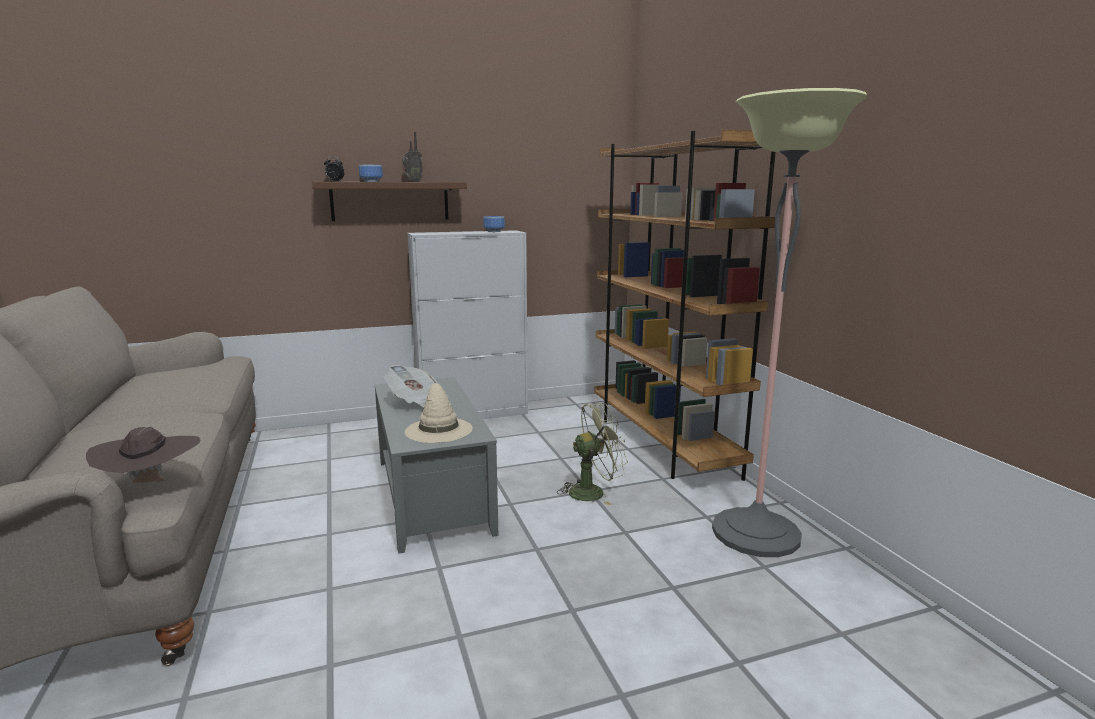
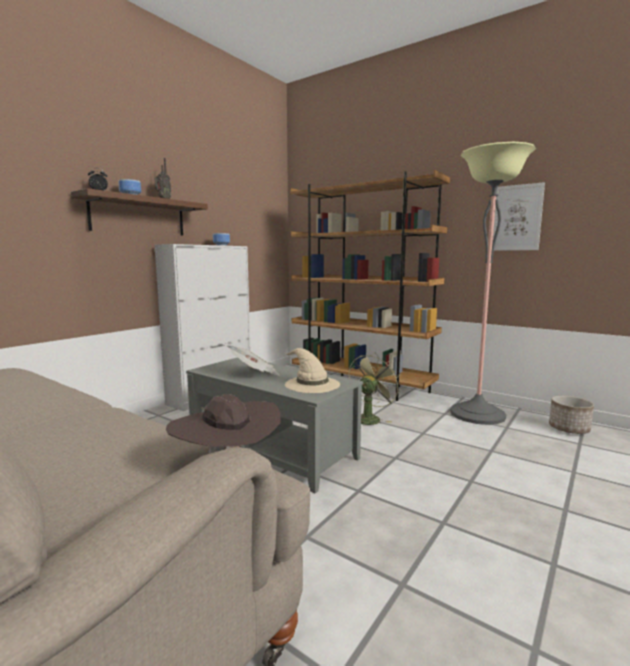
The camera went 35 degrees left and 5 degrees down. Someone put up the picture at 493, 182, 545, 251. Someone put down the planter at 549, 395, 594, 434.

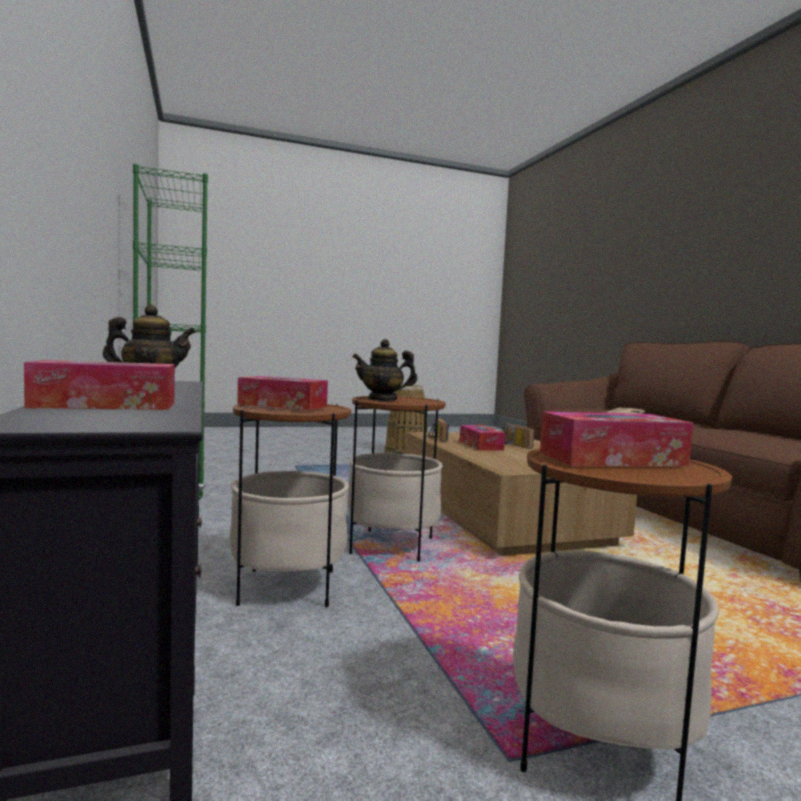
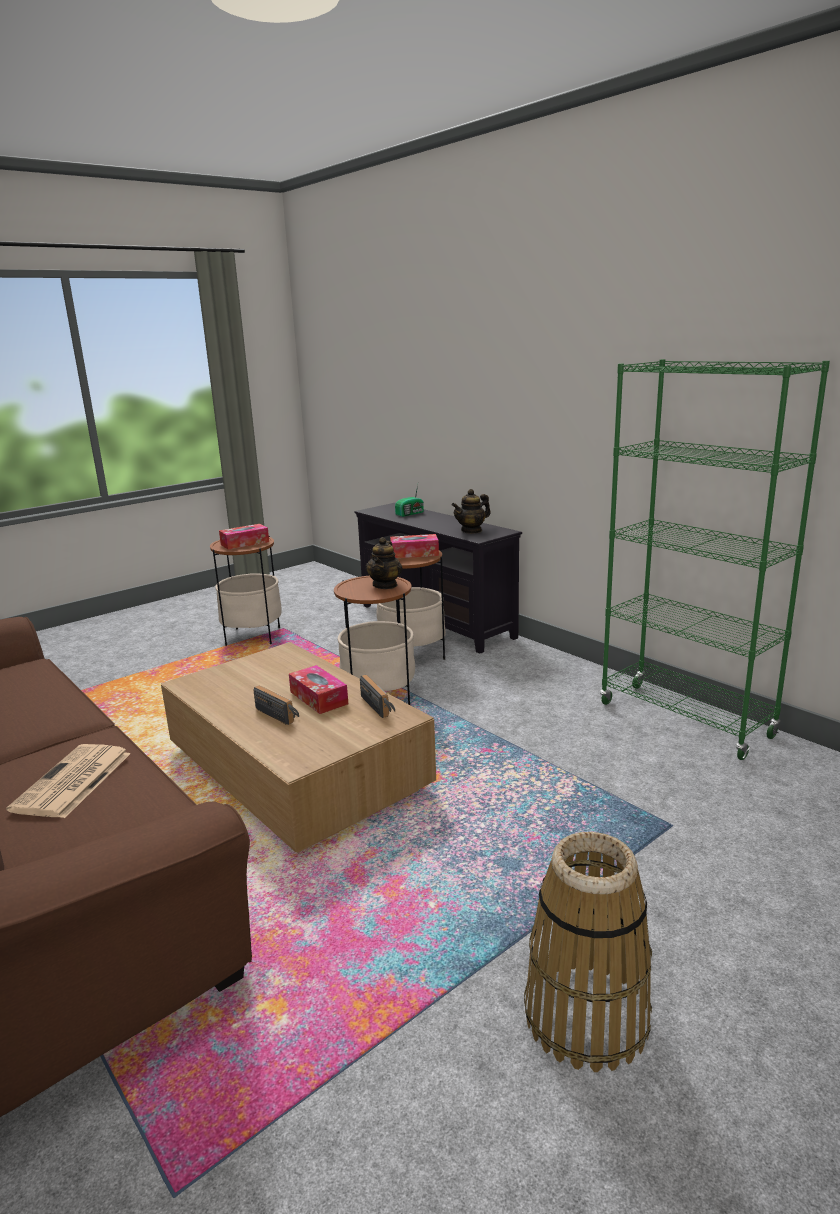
The camera went 160 degrees right and 15 degrees up. Someone rotated the teapot at 352, 339, 417, 401 by 120 degrees clockwise. Someone swapped the tissue box at 24, 360, 175, 410 for the radio at 395, 485, 424, 517.

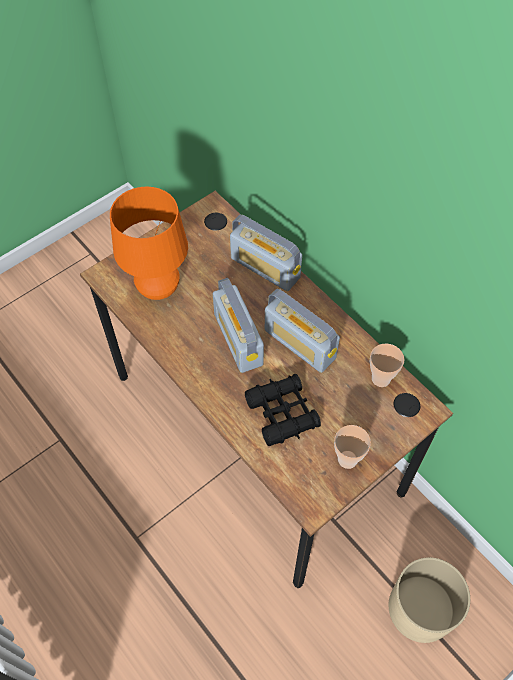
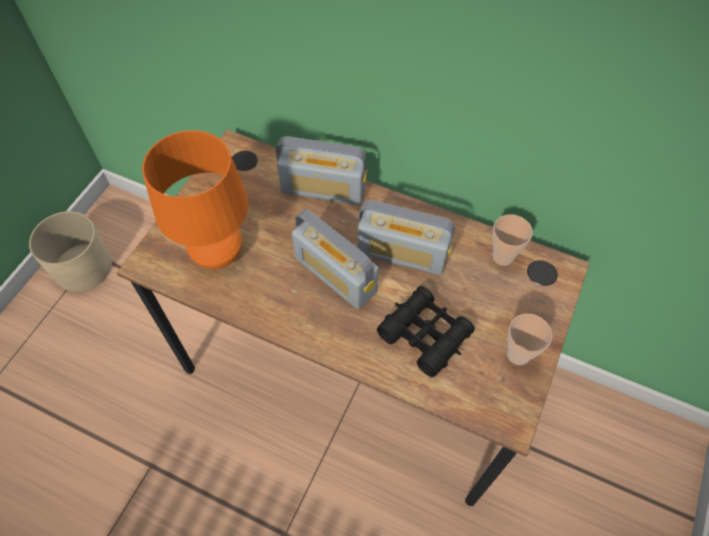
The camera went 25 degrees left and 0 degrees up. Someone carried the planter (beige) from 389, 557, 470, 643 to 29, 211, 112, 292.

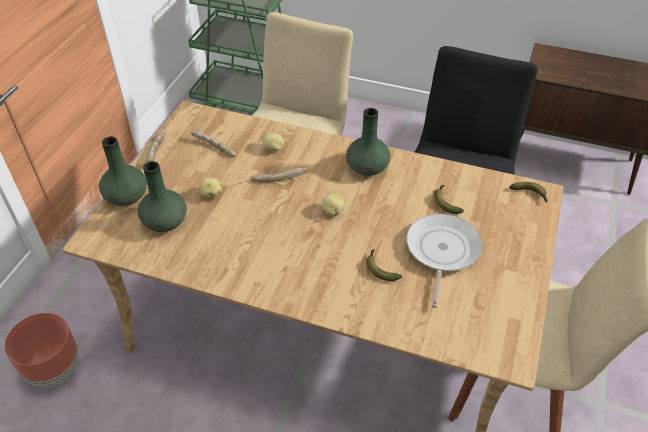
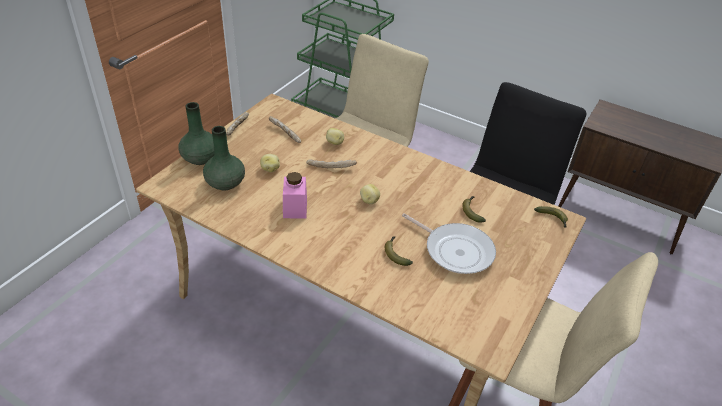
The camera went 10 degrees right and 5 degrees down. Someone put down the jar (pink) at 283, 172, 307, 218. Someone rotated the frying pan at 406, 214, 482, 308 by 105 degrees clockwise. Someone took away the planter (brown) at 4, 313, 79, 388. Someone took away the vase (green) at 346, 108, 390, 176.

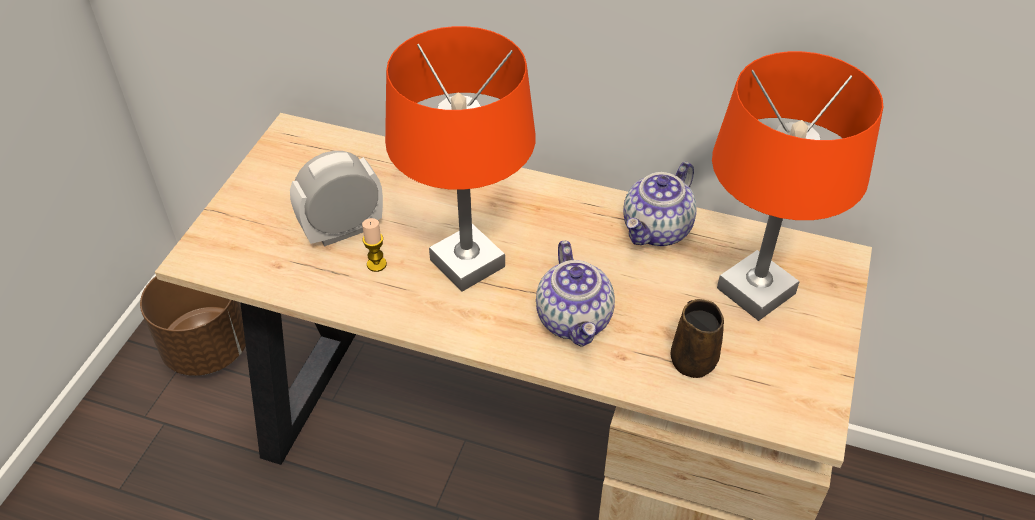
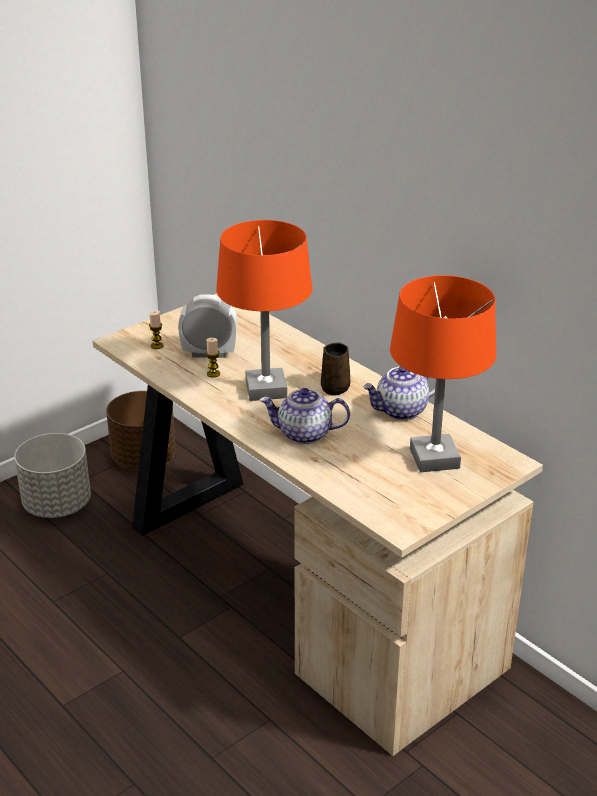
The camera went 30 degrees right and 15 degrees down. Someone put down the planter (grey) at 14, 433, 91, 518. Someone put down the candle at 149, 310, 164, 349. Someone rotated the teapot at 536, 240, 615, 347 by 75 degrees clockwise. Someone carried the mug (brown) from 670, 299, 724, 378 to 321, 343, 350, 396.

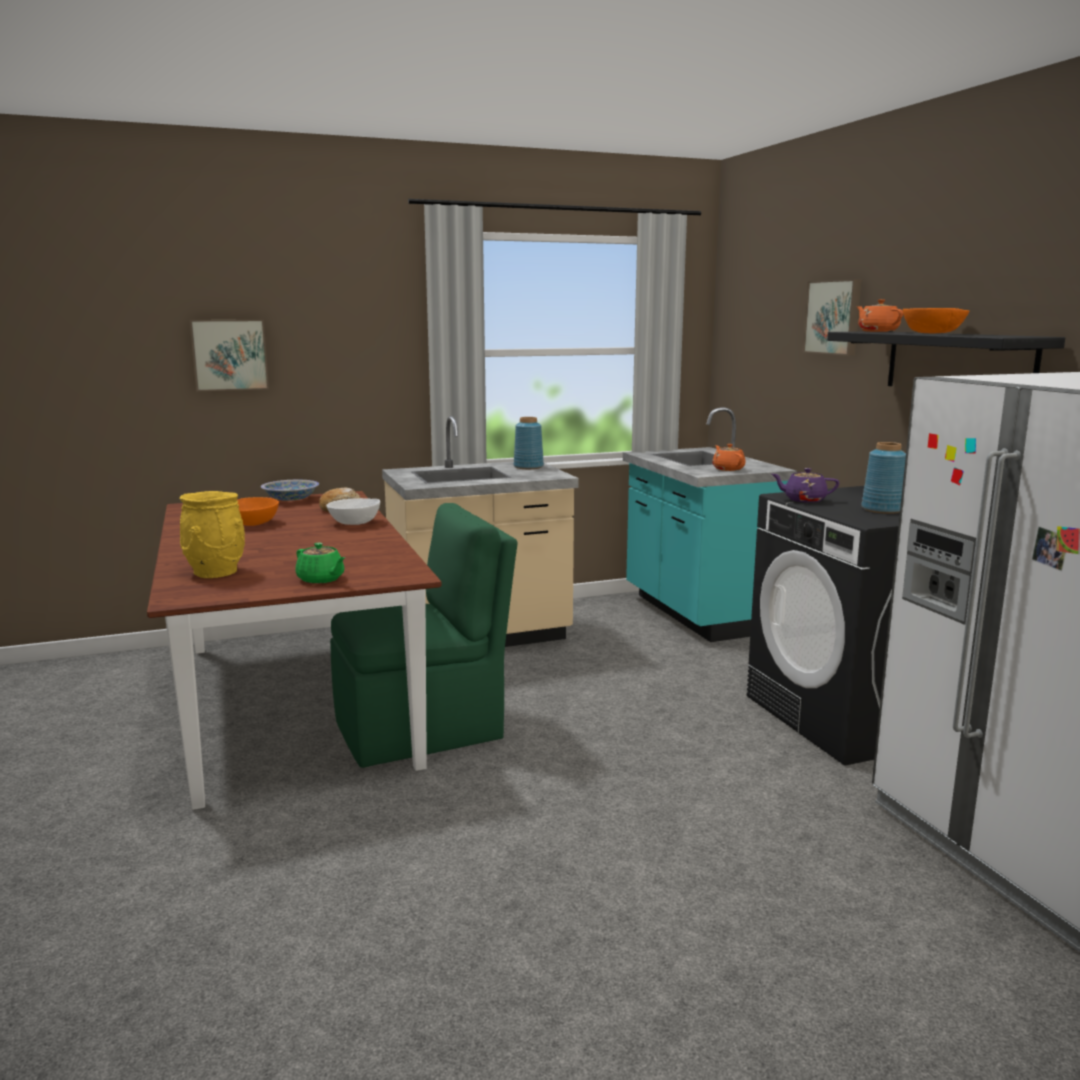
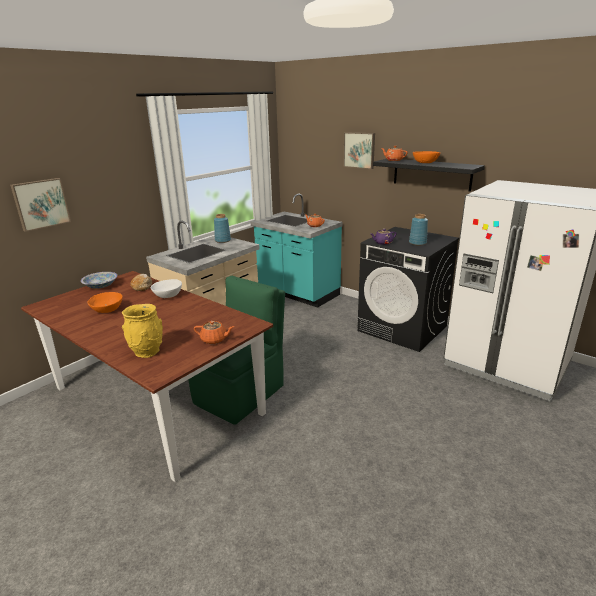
The camera went 30 degrees left and 10 degrees up. Someone repainted the teapot (green) at 296, 543, 345, 584, which became the teapot (orange) at 194, 321, 234, 344.

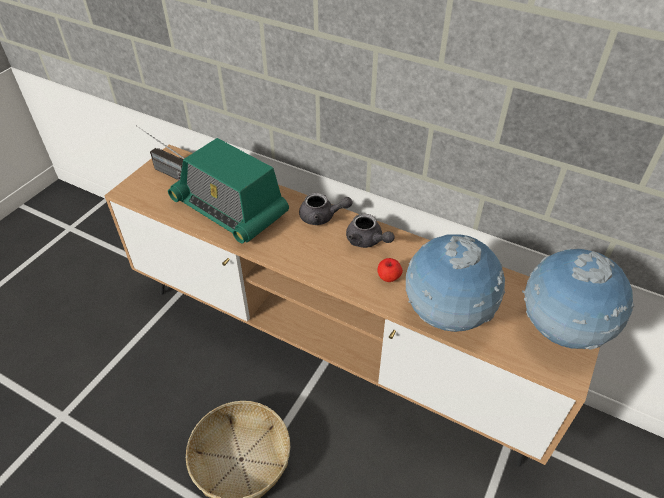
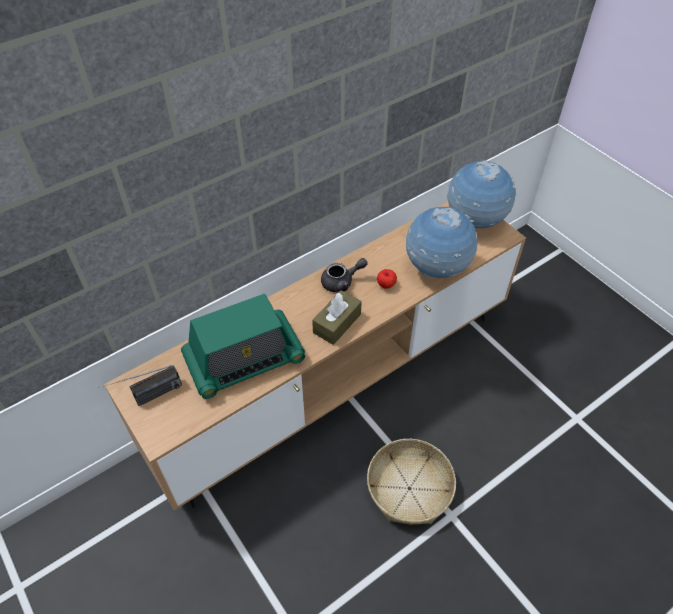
The camera went 65 degrees left and 5 degrees up. Someone put down the tissue box (brown) at 312, 290, 362, 345. Someone took away the teapot (grey) at 299, 193, 352, 225.

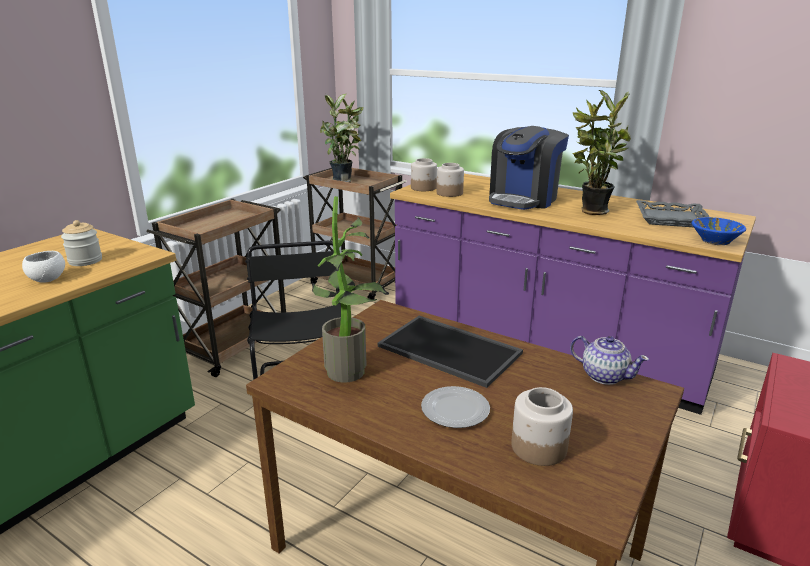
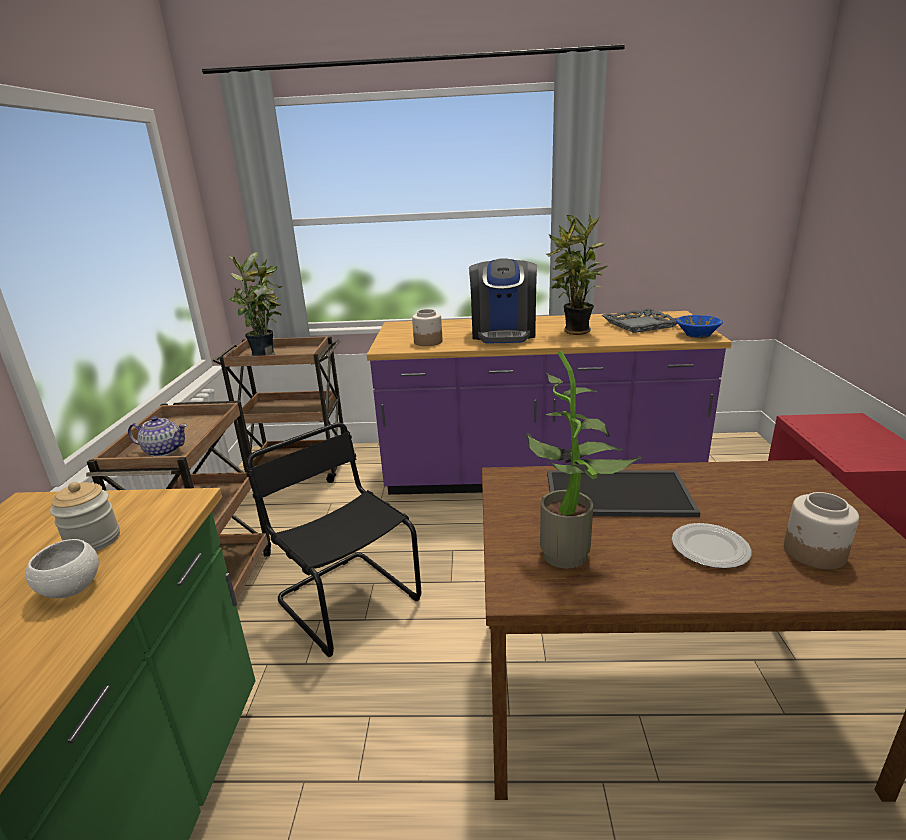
The camera went 30 degrees left and 0 degrees up. Someone carried the teapot from 570, 336, 649, 385 to 128, 416, 187, 457. Someone took away the jar at 411, 158, 437, 191.

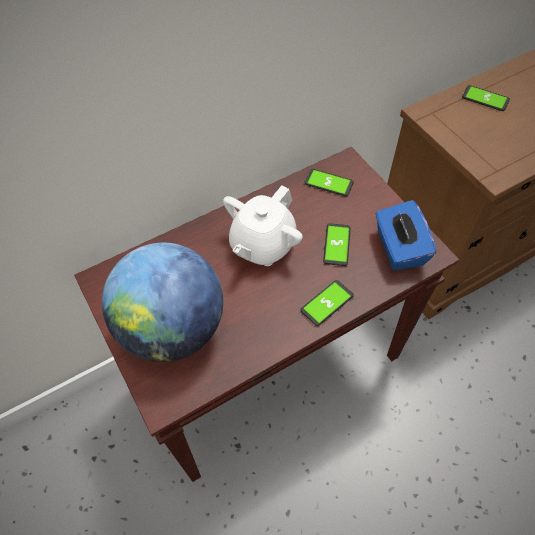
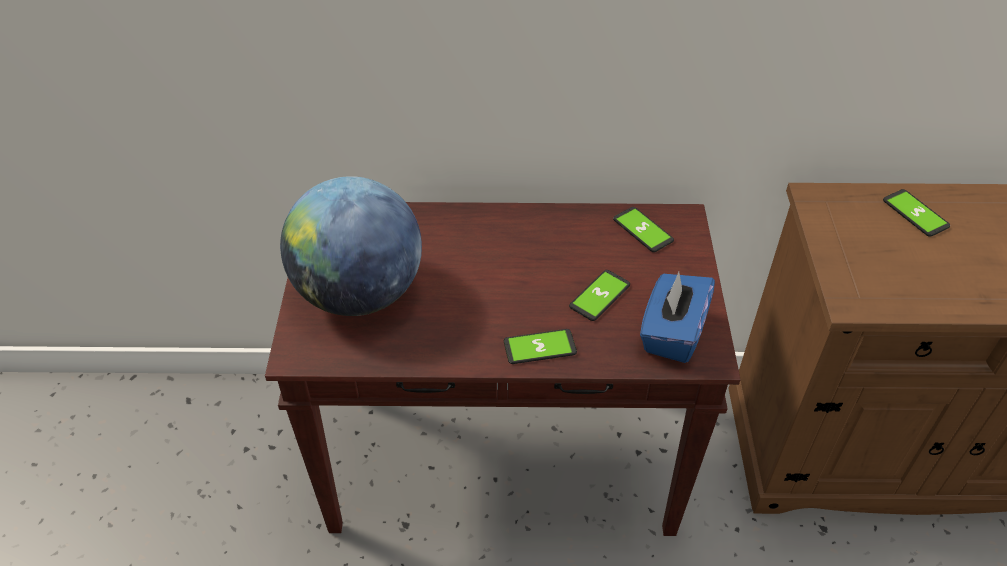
The camera went 30 degrees right and 10 degrees down. Someone took away the teapot (white) at 223, 185, 303, 266.

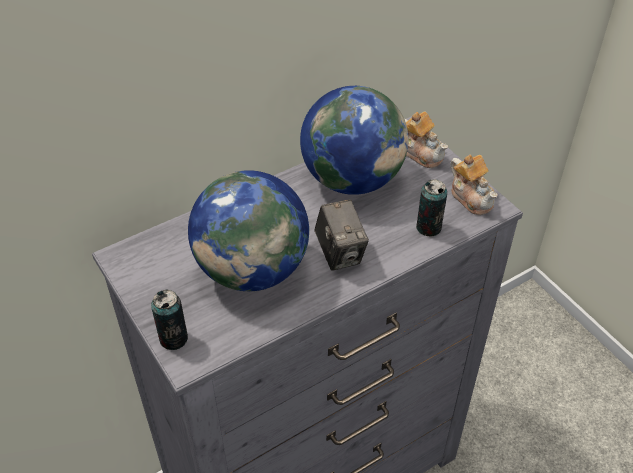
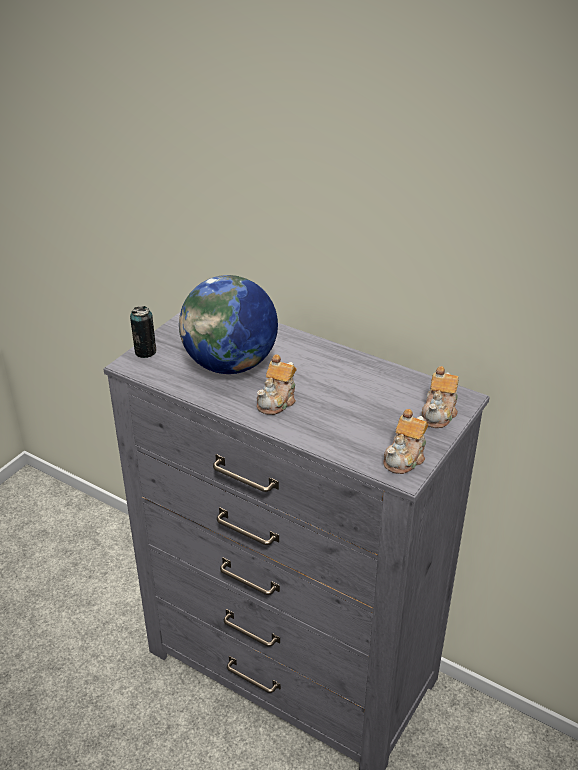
The camera went 65 degrees right and 10 degrees down. Someone swapped the photo camera at 314, 199, 369, 271 for the teapot at 257, 354, 296, 415. Someone took away the globe at 300, 86, 409, 195. Someone took away the can at 416, 179, 447, 237.

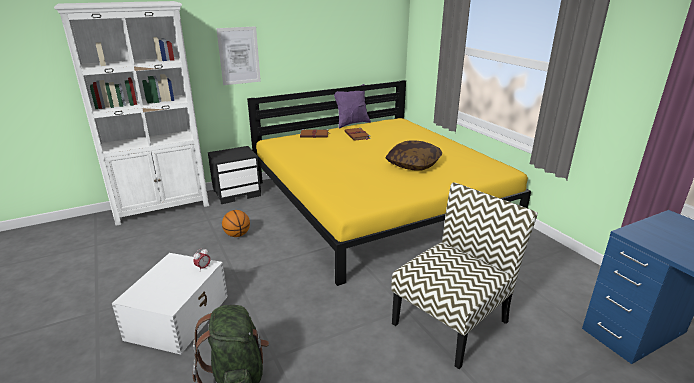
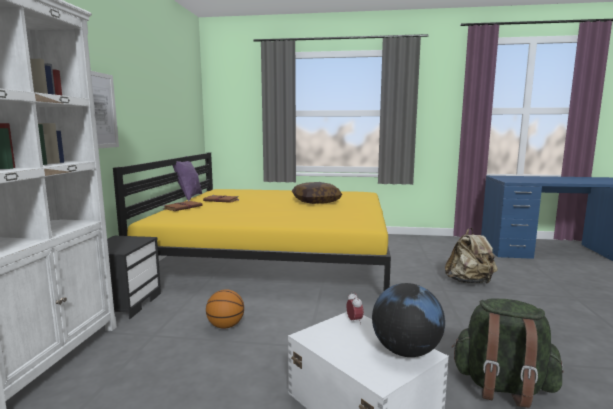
The camera went 55 degrees left and 15 degrees down. Someone put down the globe at 372, 283, 445, 357. Someone swapped the chair at 391, 183, 538, 369 for the backpack (beige) at 445, 228, 497, 283.

